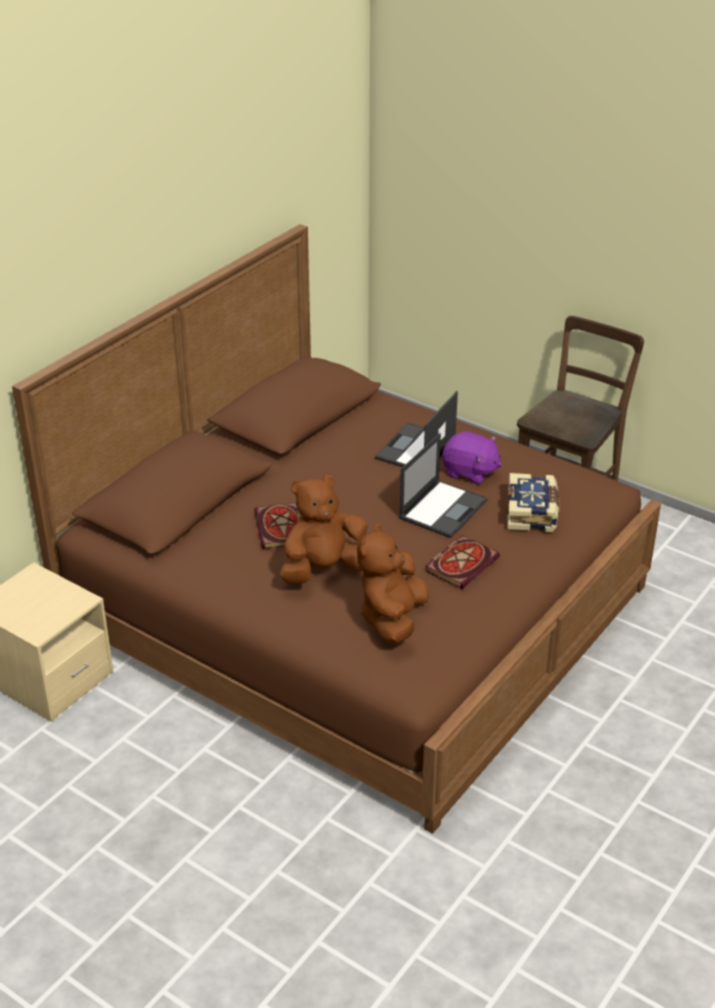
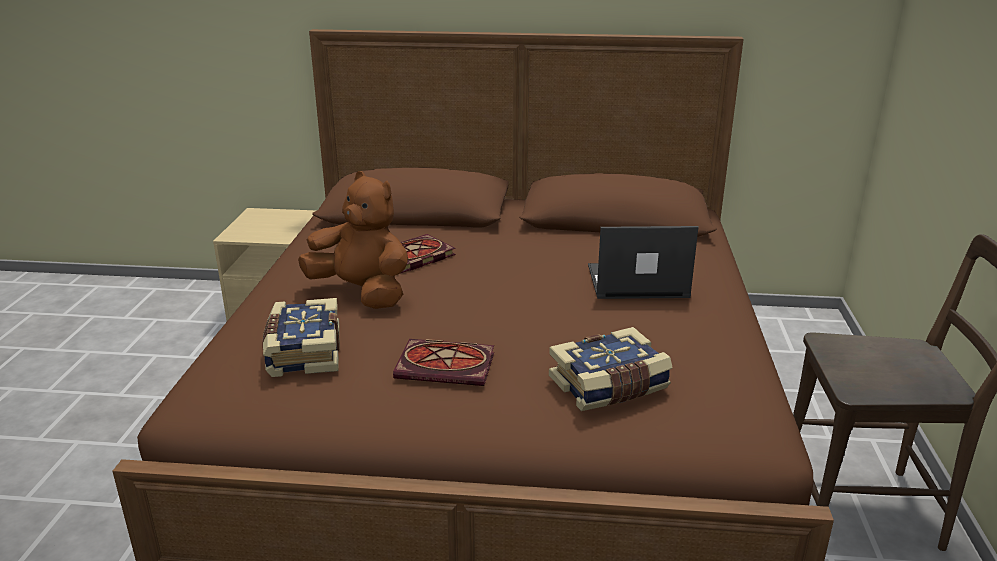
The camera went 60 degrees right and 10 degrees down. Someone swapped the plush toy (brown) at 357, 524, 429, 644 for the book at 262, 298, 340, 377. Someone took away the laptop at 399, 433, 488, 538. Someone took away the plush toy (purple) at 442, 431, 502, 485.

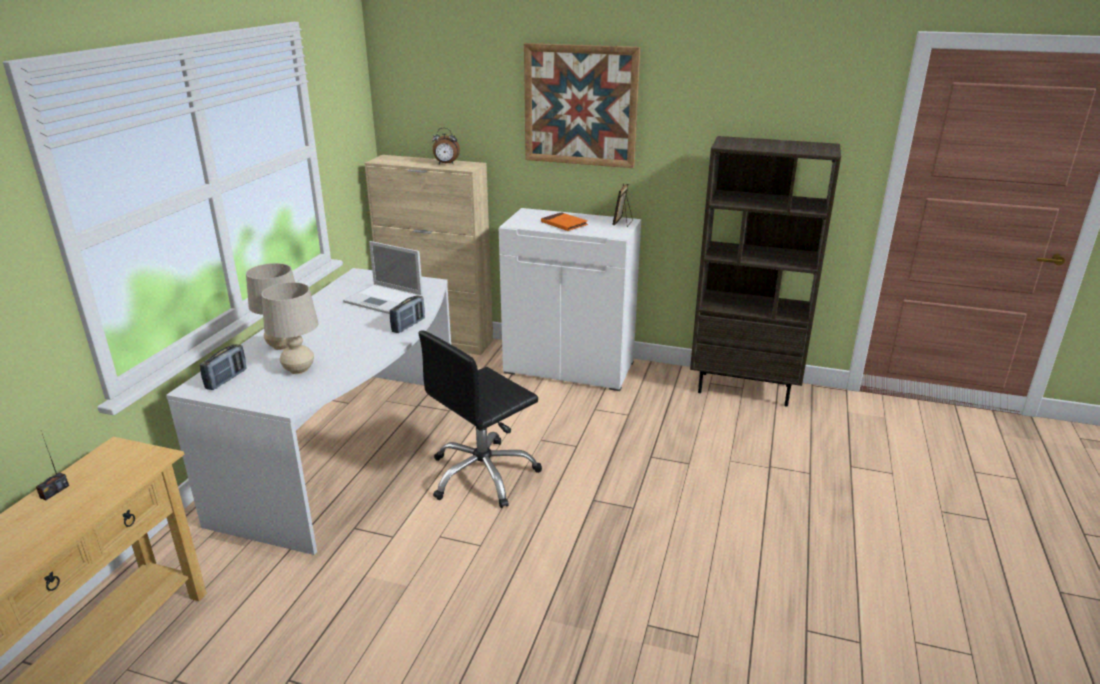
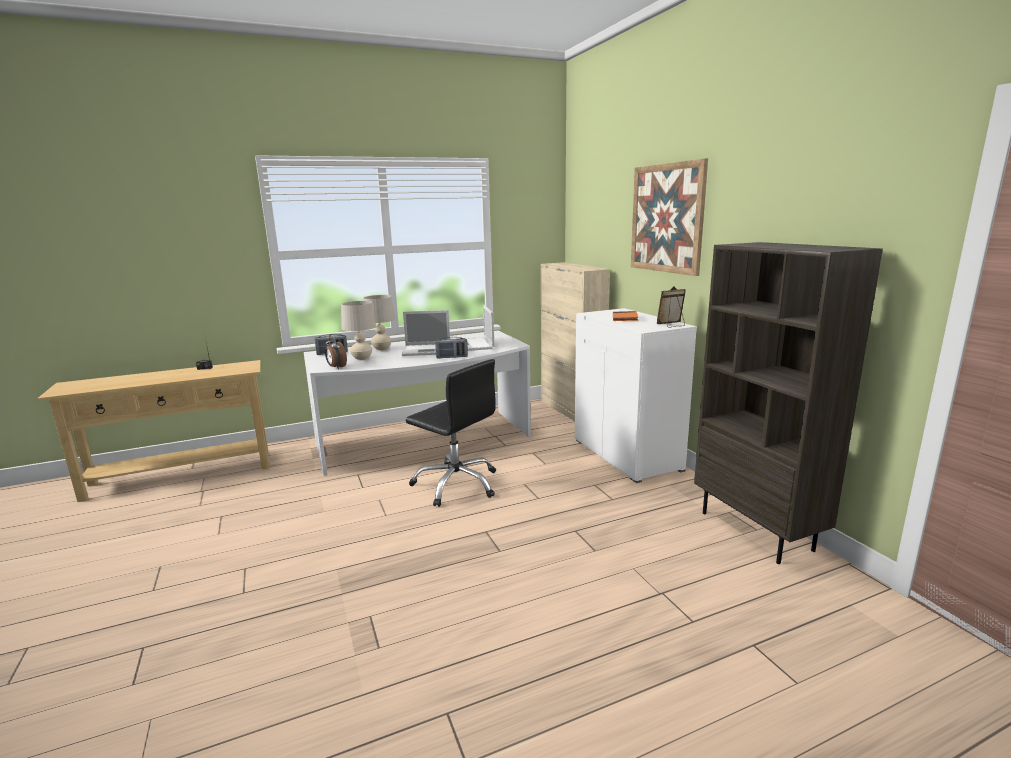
The camera went 50 degrees right and 10 degrees down. Someone carried the alarm clock from 432, 128, 460, 164 to 325, 334, 347, 369. Someone put down the laptop at 402, 310, 450, 356. Someone rotated the office chair (black) at 419, 330, 542, 508 by 150 degrees counterclockwise.

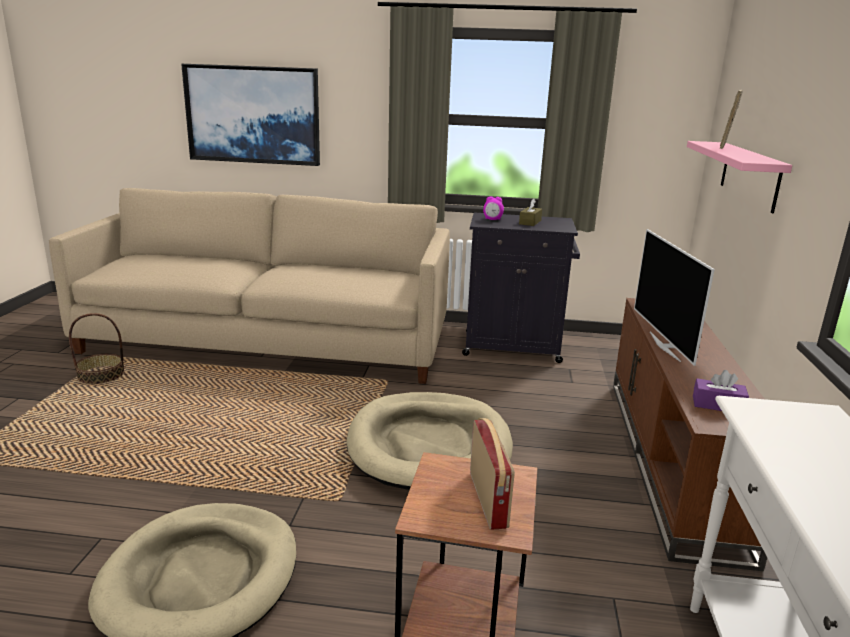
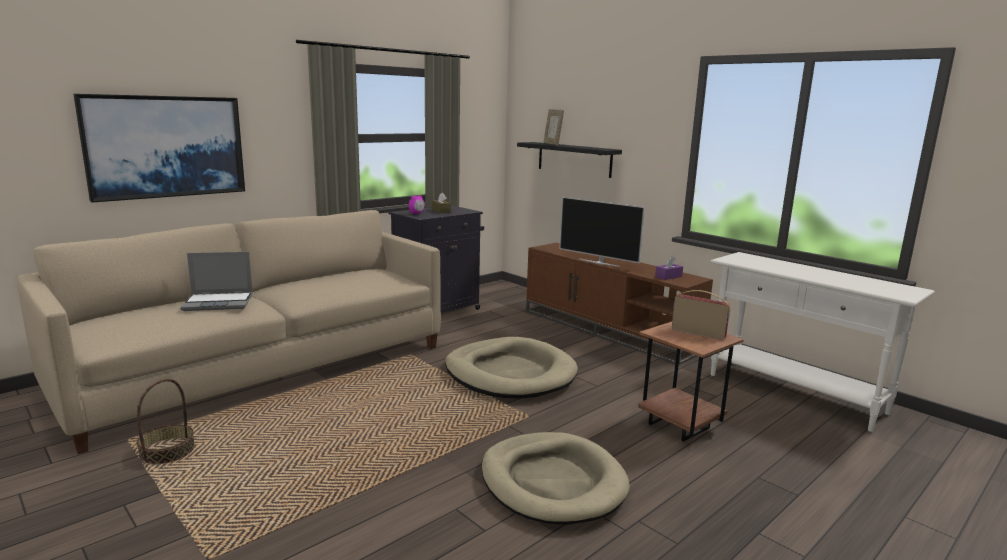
The camera went 50 degrees left and 5 degrees down. Someone put down the laptop at 180, 252, 253, 311. Someone repainted the shelf (pink) at 687, 141, 792, 213, which became the shelf (black) at 517, 142, 622, 178.

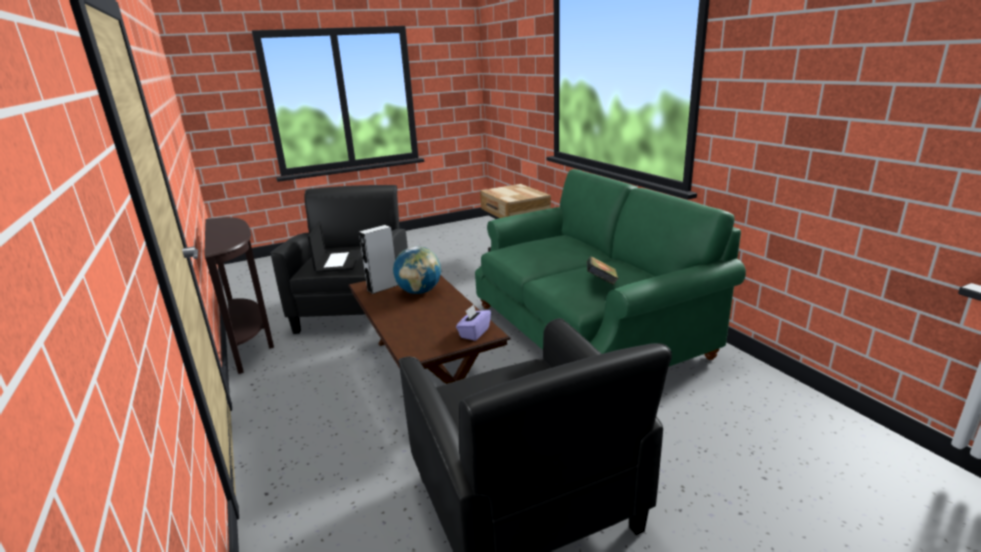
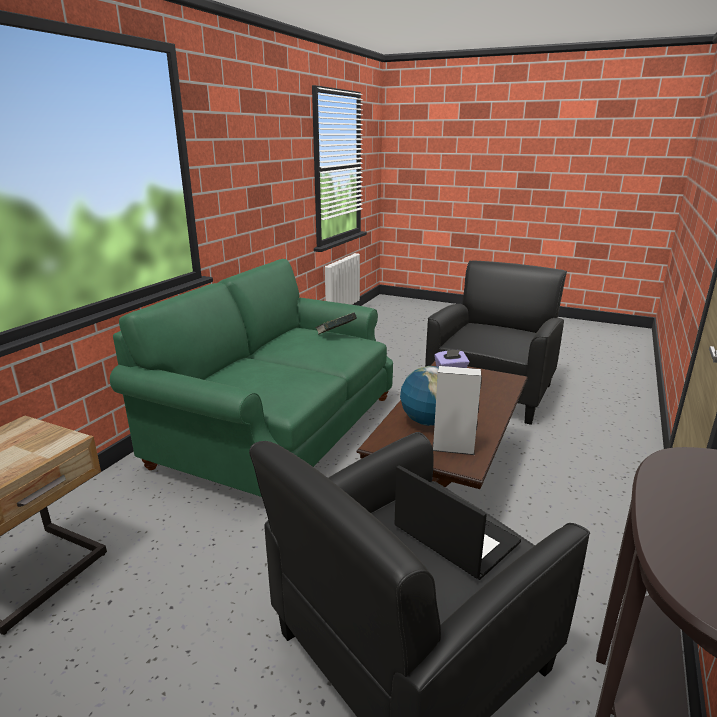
The camera went 130 degrees left and 0 degrees up. Someone rotated the laptop at 308, 221, 360, 273 by 90 degrees clockwise.

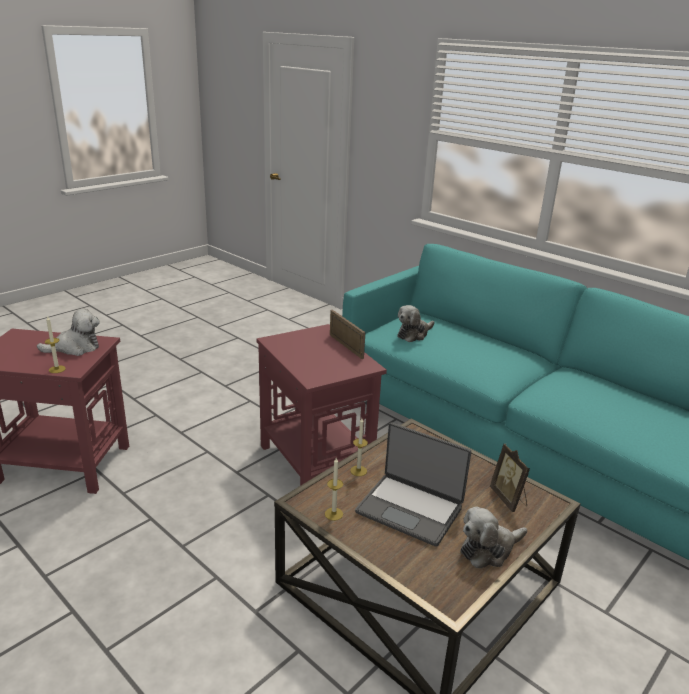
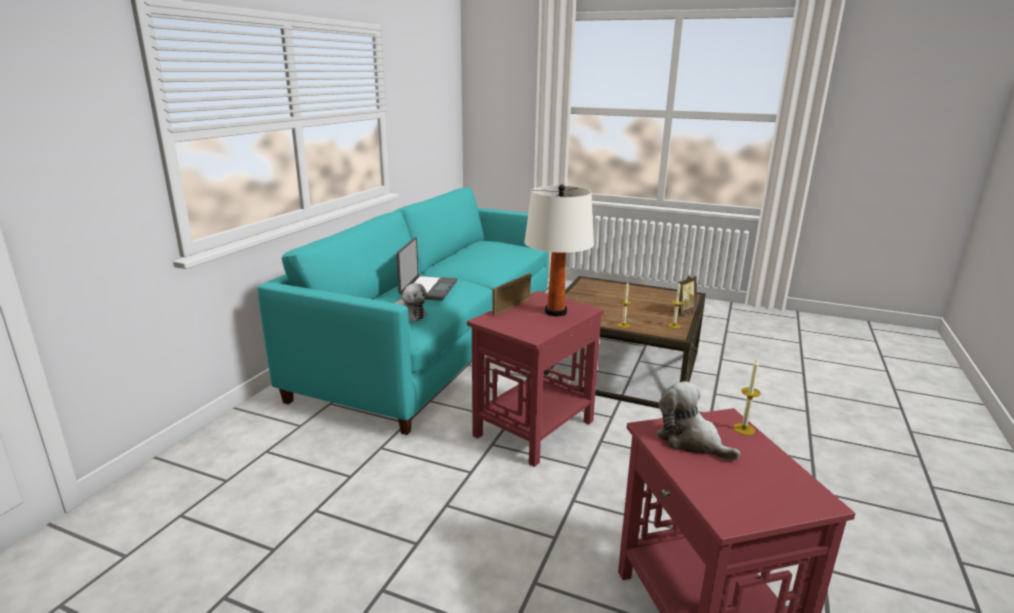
The camera went 110 degrees left and 5 degrees down. Someone carried the laptop from 355, 422, 471, 547 to 396, 237, 457, 301. Someone put down the table lamp (white) at 525, 184, 594, 316. Someone carried the picture frame from 490, 444, 530, 512 to 671, 275, 697, 315. Someone took away the plush toy at 461, 507, 527, 568.

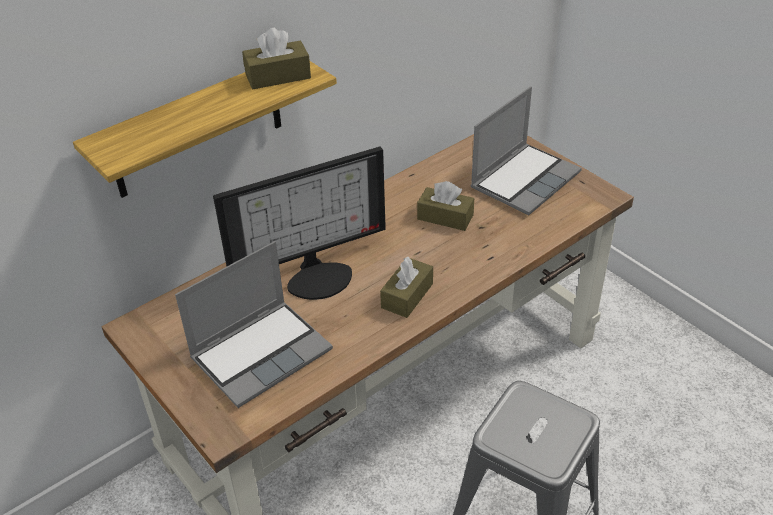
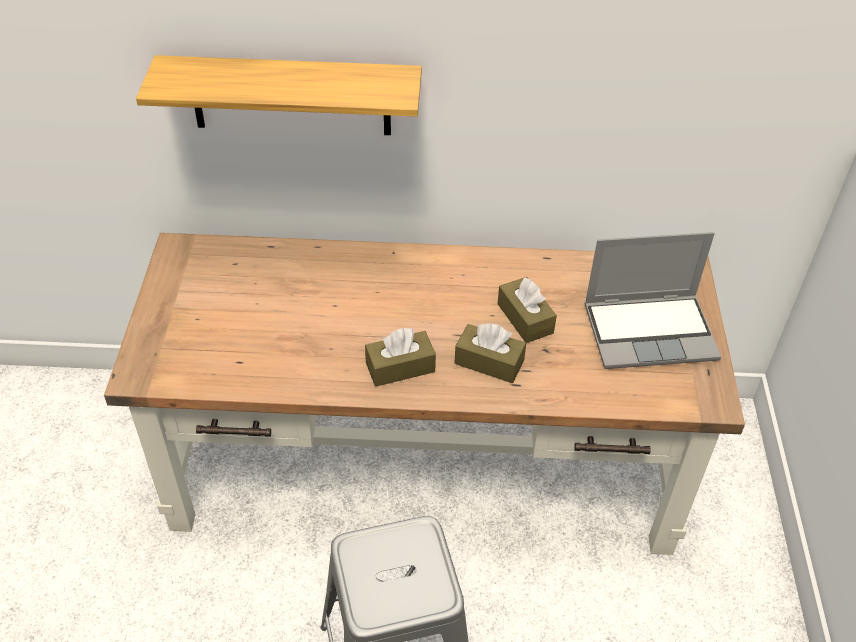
The camera went 40 degrees right and 5 degrees up. Someone carried the tissue box (brown) from 242, 28, 311, 89 to 454, 323, 526, 383. Someone took away the laptop at 175, 241, 333, 408. Someone took away the monitor at 213, 147, 386, 300.

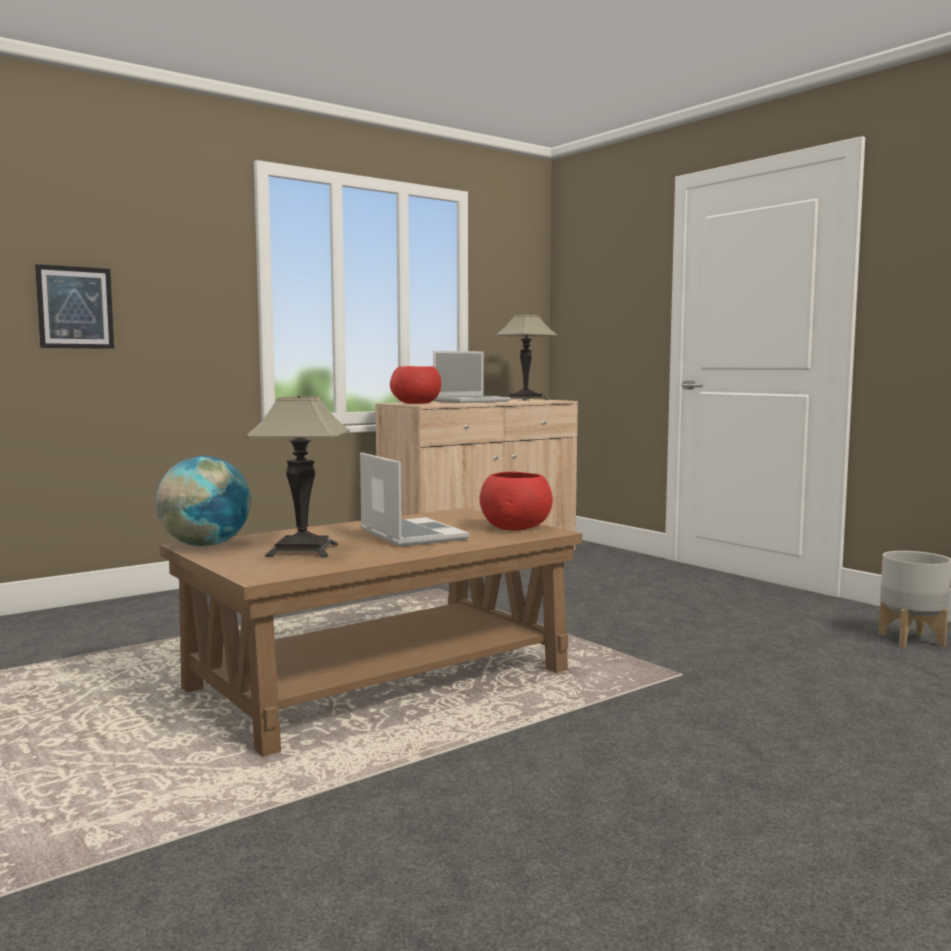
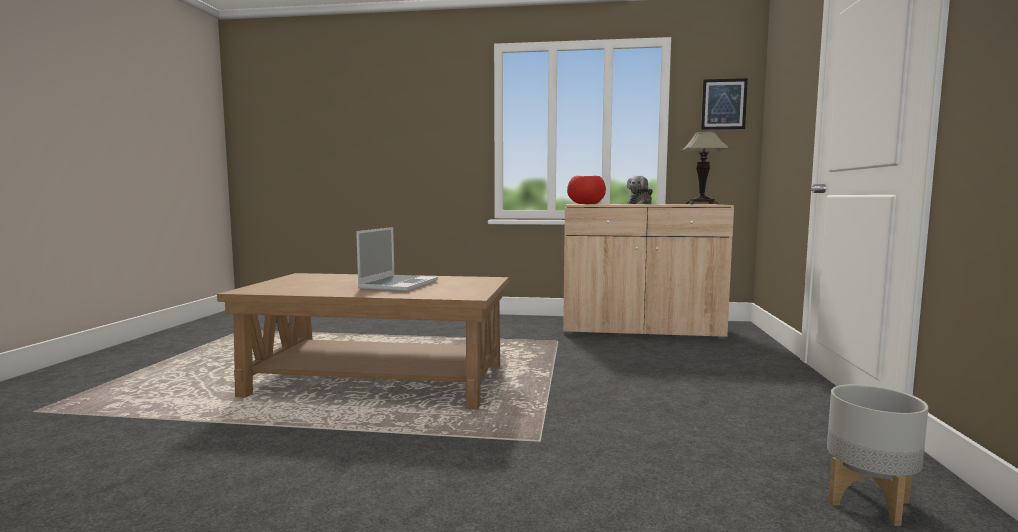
The camera went 45 degrees right and 0 degrees up. Someone swapped the laptop at 433, 351, 511, 403 for the plush toy at 627, 176, 653, 204. Someone carried the picture from 35, 264, 114, 349 to 701, 78, 748, 130. Someone took away the globe at 156, 456, 251, 547. Someone took away the table lamp at 245, 396, 350, 557. Someone took away the bowl (red) at 480, 472, 553, 531.

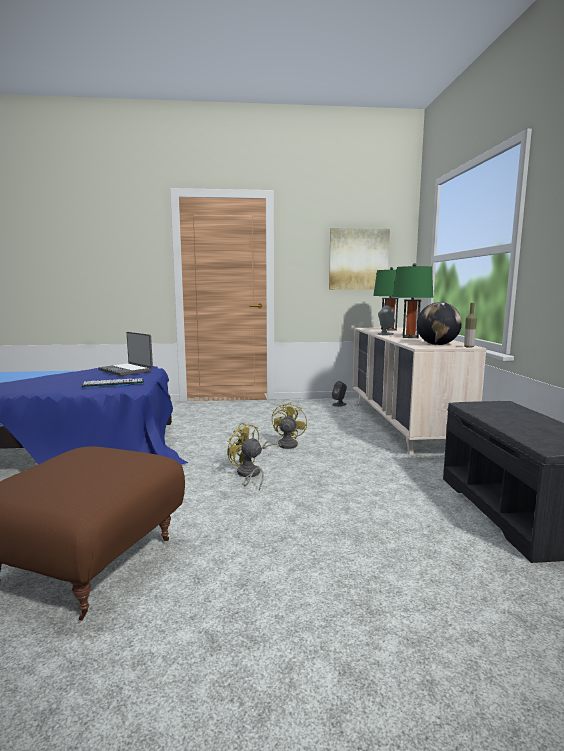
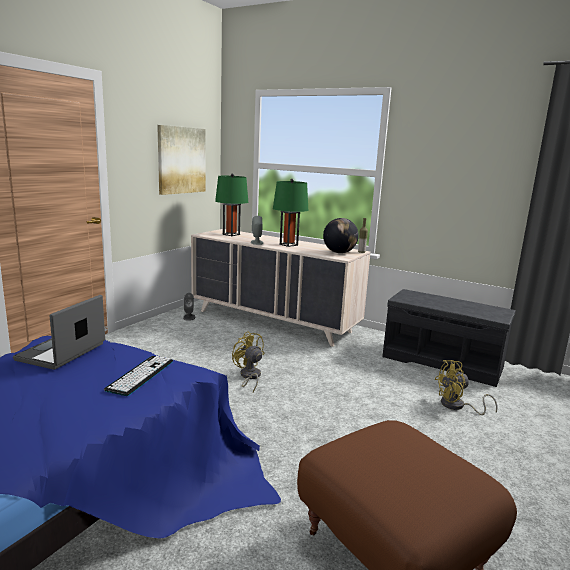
The camera went 55 degrees left and 5 degrees up. Someone rotated the laptop at 98, 332, 153, 376 by 120 degrees clockwise. Someone carried the fan (yellow) from 227, 423, 264, 490 to 434, 360, 498, 415.

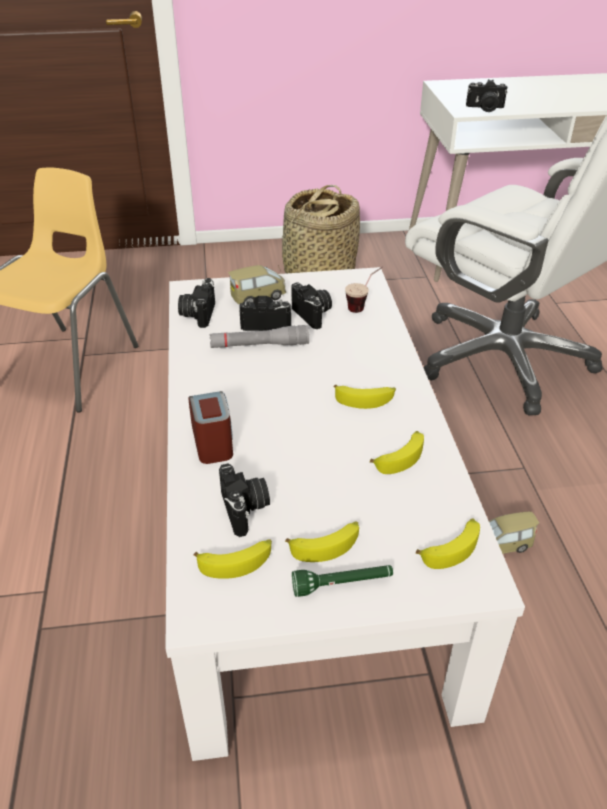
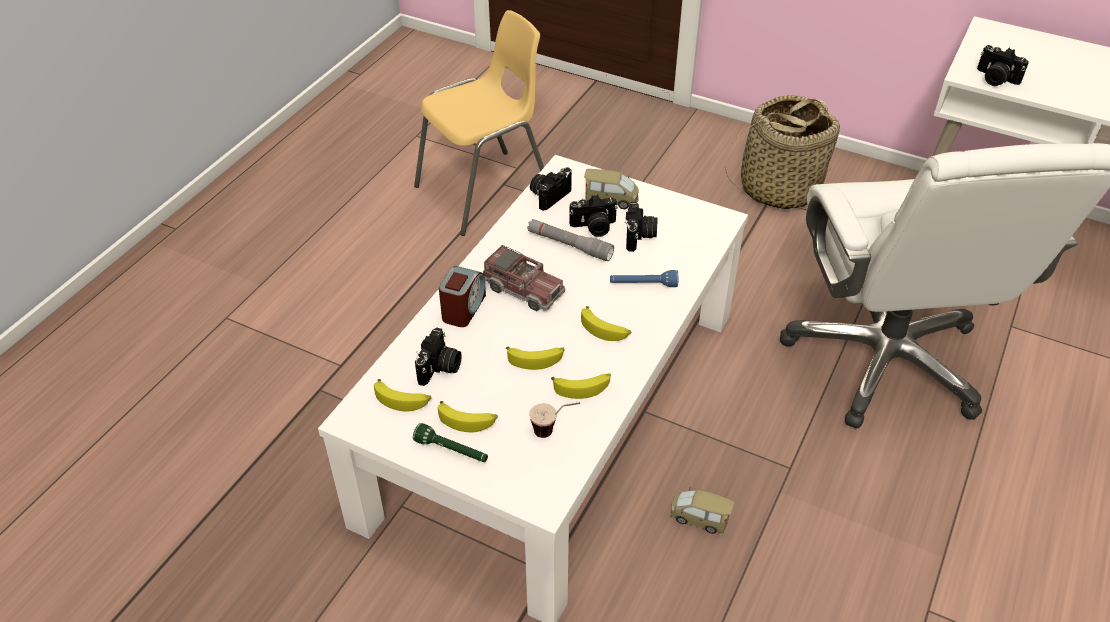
The camera went 35 degrees right and 5 degrees up. Someone put down the toy truck at 483, 245, 565, 311. Someone carried the banana from 416, 518, 480, 569 to 506, 346, 564, 370. Someone carried the cup from 345, 266, 383, 313 to 529, 402, 580, 438. Someone rotated the photo camera at 239, 296, 292, 331 by 135 degrees clockwise. Someone put down the flashlight (blue) at 610, 270, 678, 287.

